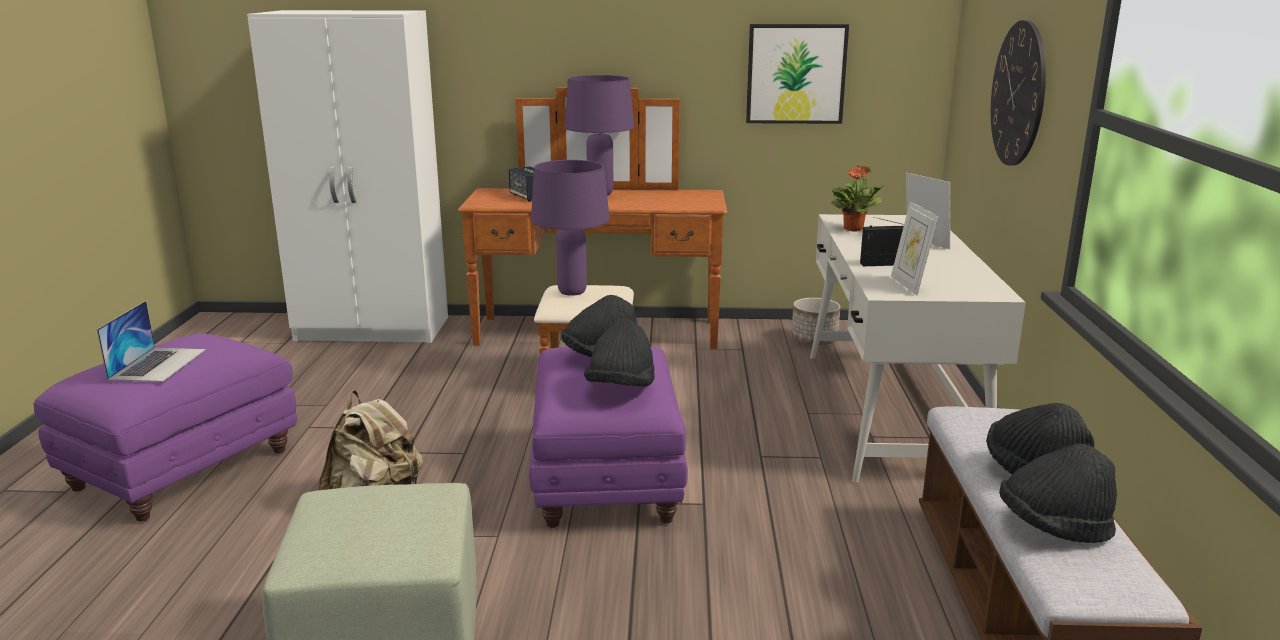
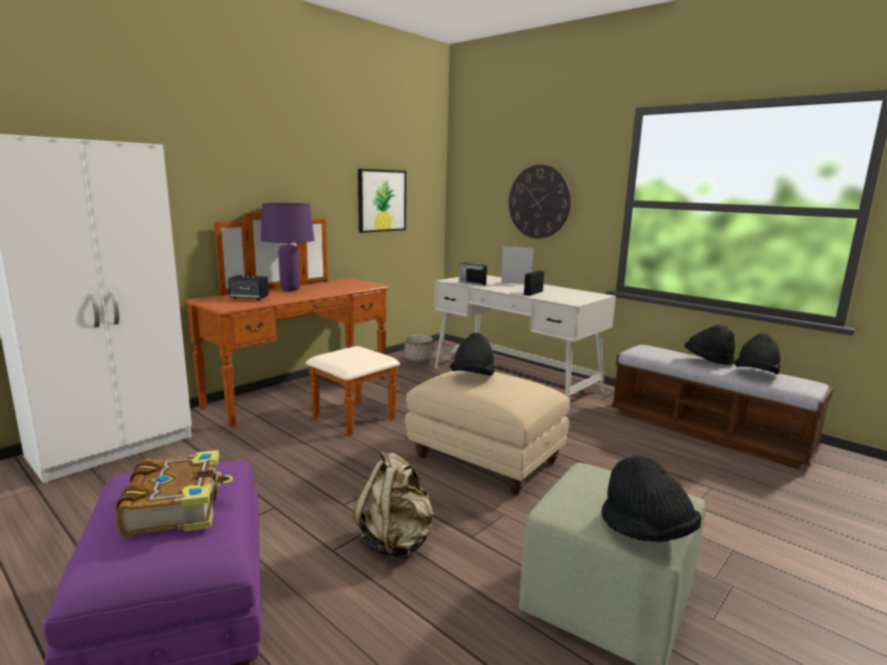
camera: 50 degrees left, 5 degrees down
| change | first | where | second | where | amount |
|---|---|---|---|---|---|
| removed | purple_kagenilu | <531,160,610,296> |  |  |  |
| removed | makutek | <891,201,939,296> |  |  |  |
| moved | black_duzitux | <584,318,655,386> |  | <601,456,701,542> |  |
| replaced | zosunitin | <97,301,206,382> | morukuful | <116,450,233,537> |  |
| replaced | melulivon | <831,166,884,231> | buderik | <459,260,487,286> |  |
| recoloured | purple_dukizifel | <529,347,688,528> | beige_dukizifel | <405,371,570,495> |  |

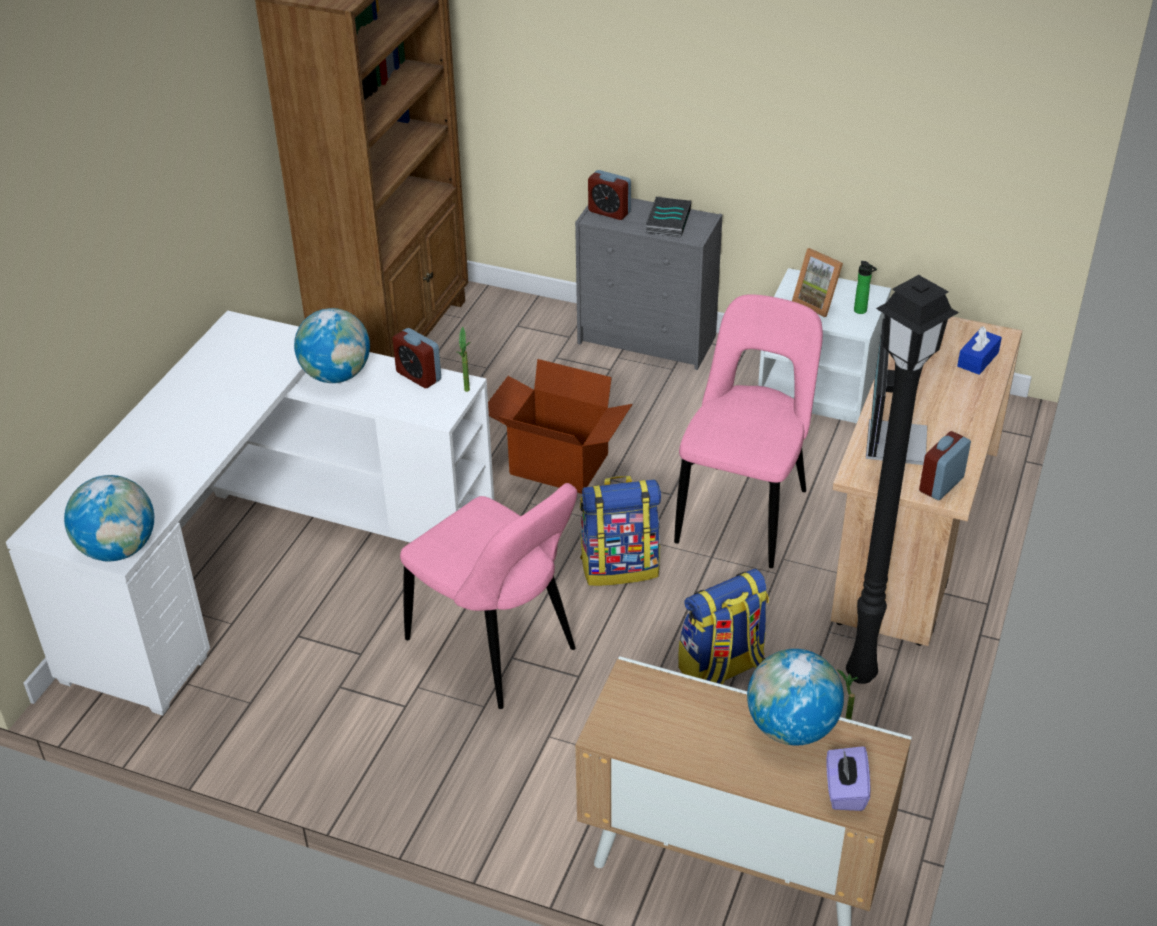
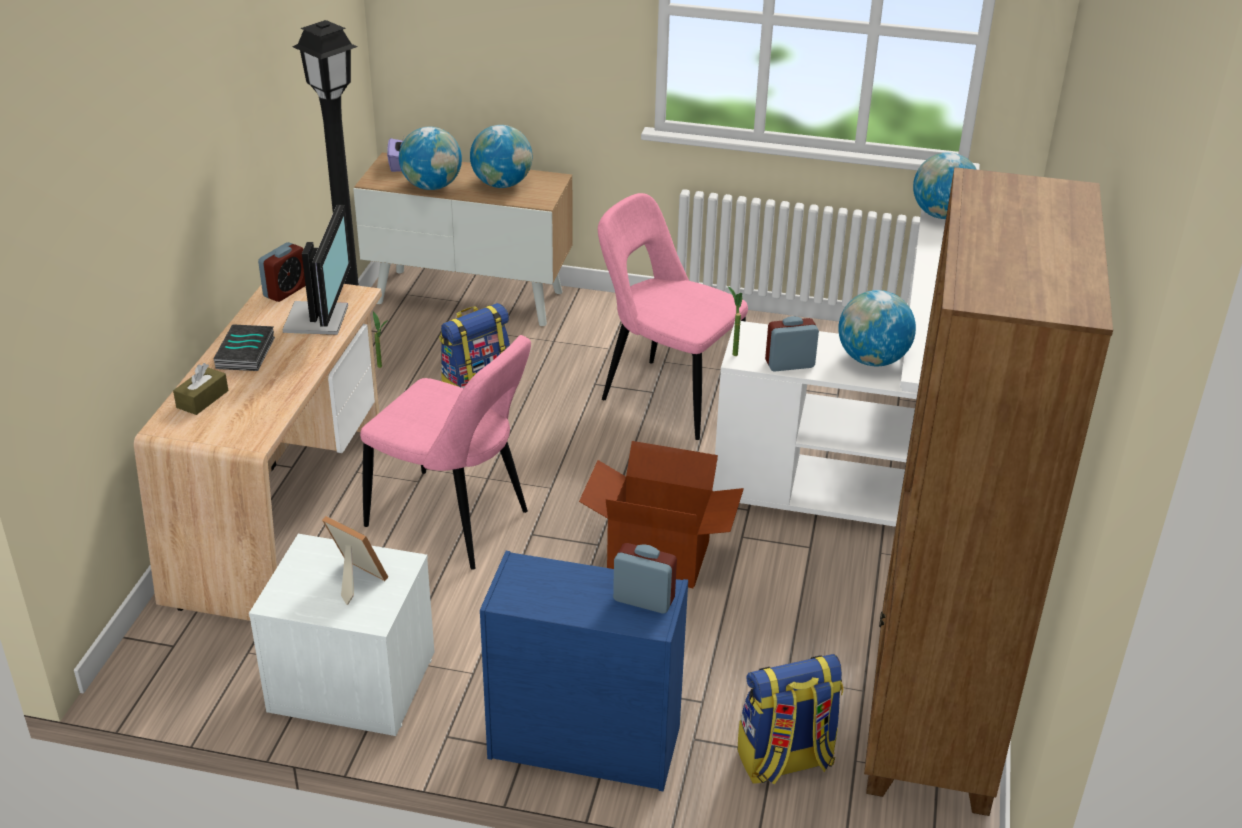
camera: 170 degrees right, 5 degrees down
| change | first | where | second | where | amount |
|---|---|---|---|---|---|
| removed | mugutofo | <854,261,877,314> |  |  |  |
| added |  |  | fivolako | <470,125,532,188> |  |
| moved | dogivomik | <580,476,661,586> |  | <737,654,843,784> |  |
| moved | morukuful | <646,197,691,238> |  | <213,324,275,371> |  |
| recoloured | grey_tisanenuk | <575,198,723,370> | blue_tisanenuk | <480,551,688,791> |  |
| recoloured | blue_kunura | <957,326,1002,375> | brown_kunura | <173,363,229,415> |  |
| turned | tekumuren | <392,328,441,388> |  | <765,316,819,372> | 45 degrees counterclockwise |
| turned | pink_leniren | <674,294,823,568> |  | <360,335,531,570> | 75 degrees counterclockwise |

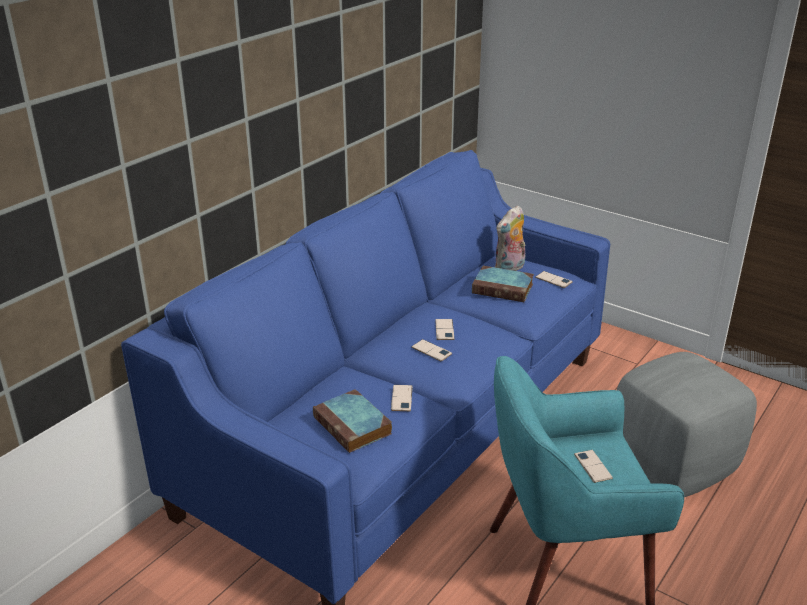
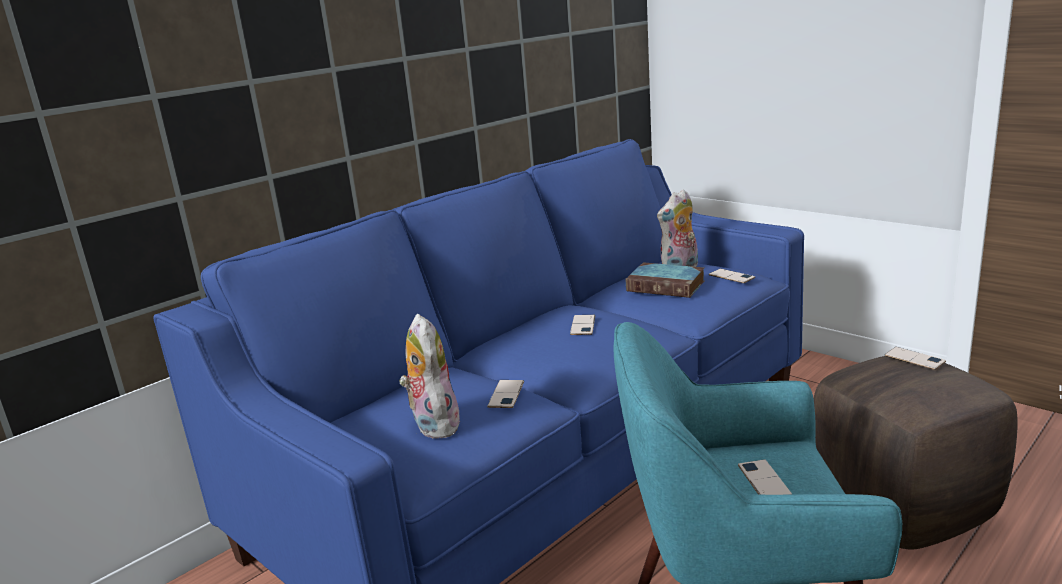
camera: 10 degrees right, 10 degrees down
| change | first | where | second | where | amount |
|---|---|---|---|---|---|
| moved | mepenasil | <411,339,452,361> |  | <885,347,946,370> |  |
| replaced | morukuful | <313,389,392,453> | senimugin | <399,314,460,439> |  |
| recoloured | grey_dukizifel | <617,352,757,497> | brown_dukizifel | <814,356,1018,550> |  |

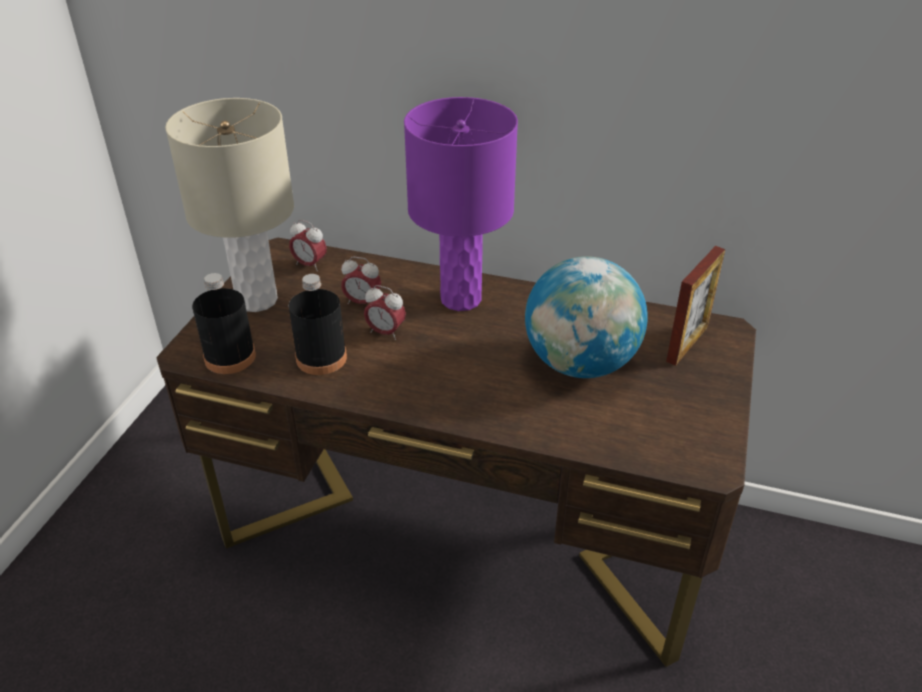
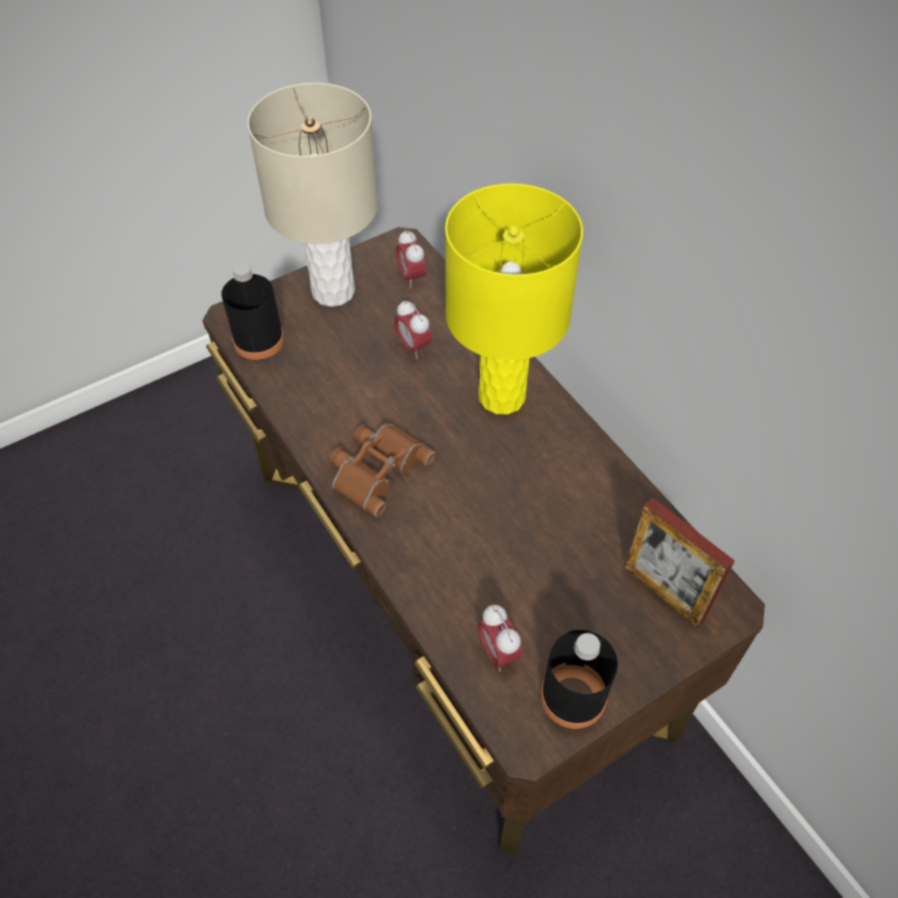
camera: 40 degrees right, 15 degrees up
| change | first | where | second | where | amount |
|---|---|---|---|---|---|
| removed | fivolako | <525,256,648,378> |  |  |  |
| added |  |  | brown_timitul | <329,424,436,517> |  |
| moved | black_mugutofo | <289,274,347,375> |  | <540,630,618,729> |  |
| moved | tekumuren | <364,285,406,340> |  | <478,605,522,672> |  |
| recoloured | purple_kagenilu | <404,97,518,311> | yellow_kagenilu | <445,183,583,415> |  |
| turned | makutek | <666,246,725,366> |  | <625,497,735,628> | 60 degrees clockwise |

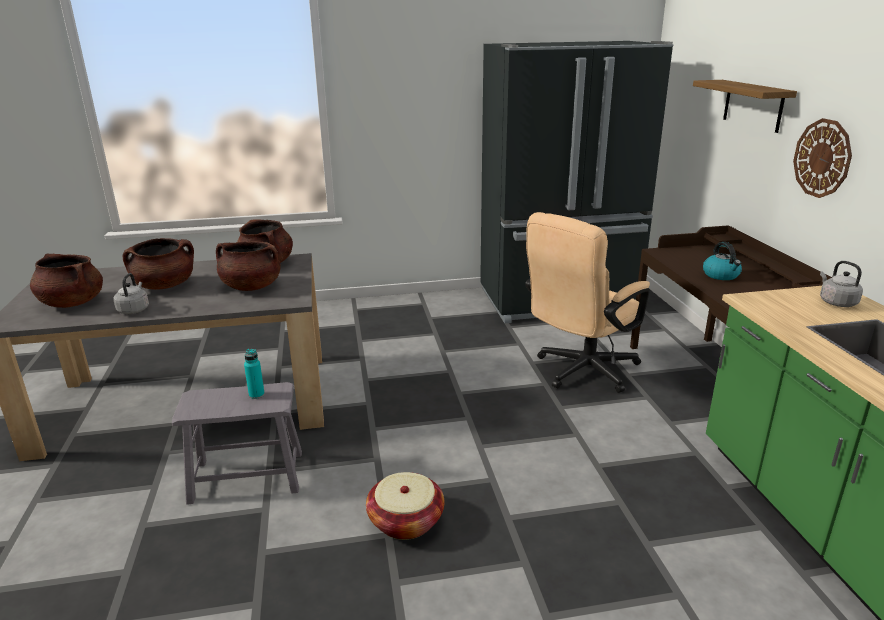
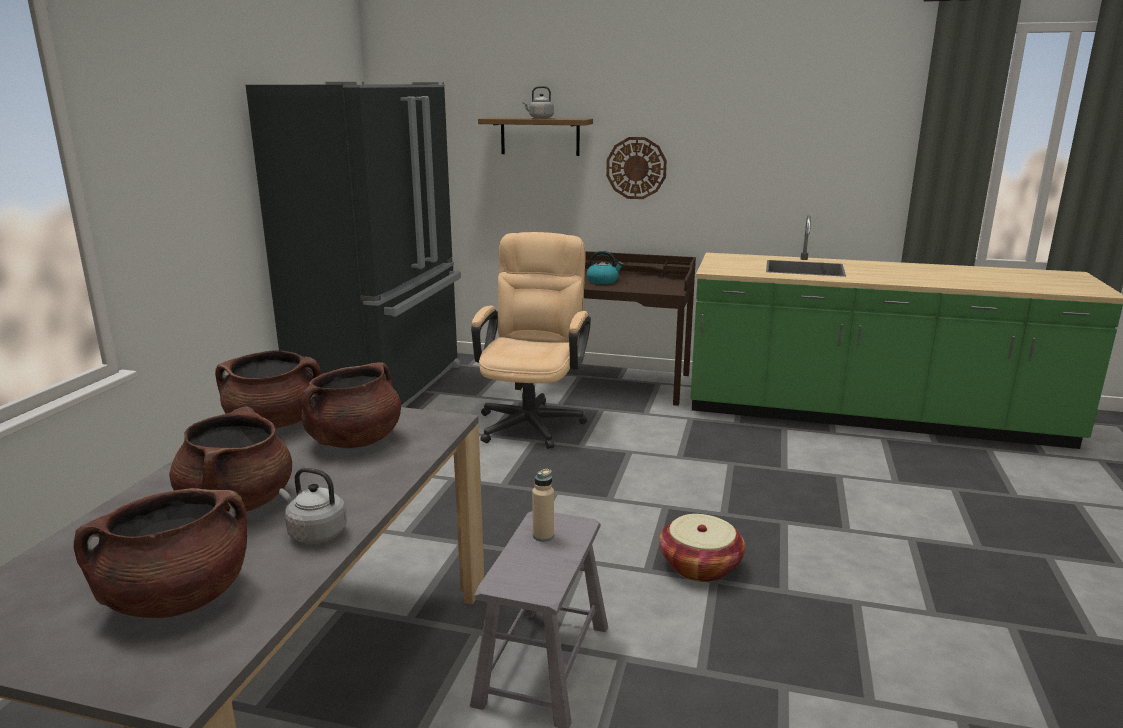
camera: 65 degrees left, 5 degrees down
| change | first | where | second | where | amount |
|---|---|---|---|---|---|
| moved | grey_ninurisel | <820,261,863,307> |  | <522,86,554,119> |  |
| recoloured | turquoise_mugutofo | <244,349,265,399> | beige_mugutofo | <532,469,554,542> |  |
| turned | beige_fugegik | <525,212,650,393> |  | <471,232,591,449> | 150 degrees counterclockwise |

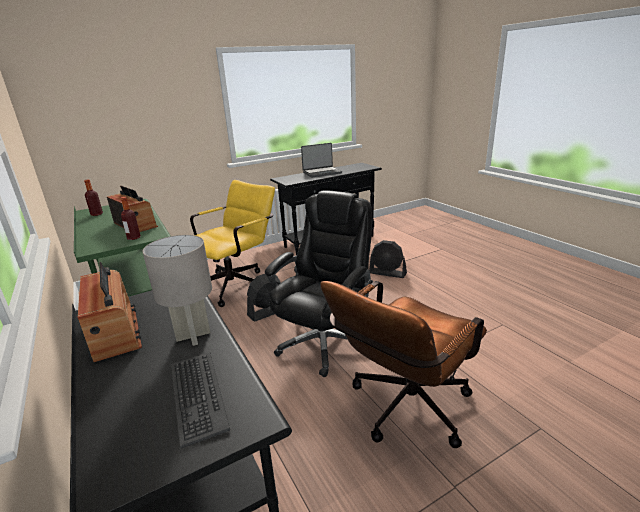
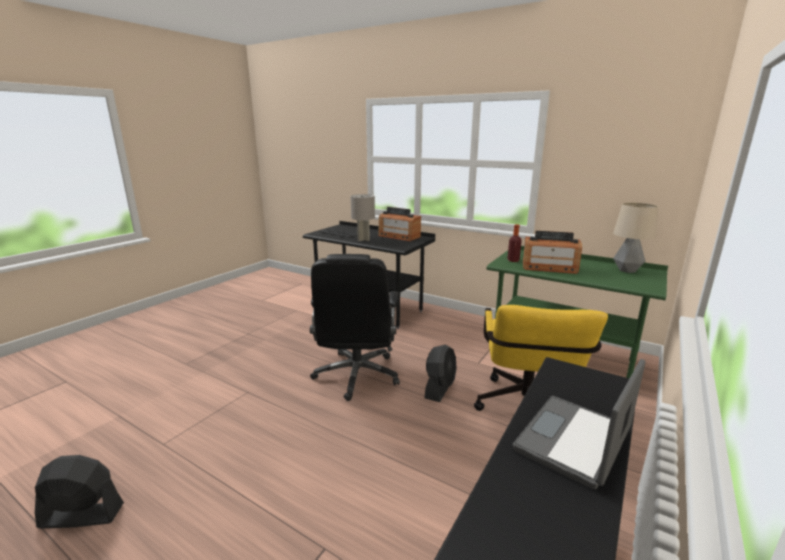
camera: 150 degrees right, 5 degrees down
| change | first | where | second | where | amount |
|---|---|---|---|---|---|
| removed | brown_fugegik | <320,281,487,448> |  |  |  |
| moved | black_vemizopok | <369,240,407,278> |  | <35,455,124,529> |  |
| replaced | mugutofo | <84,179,103,216> | kagenilu | <613,203,658,273> |  |

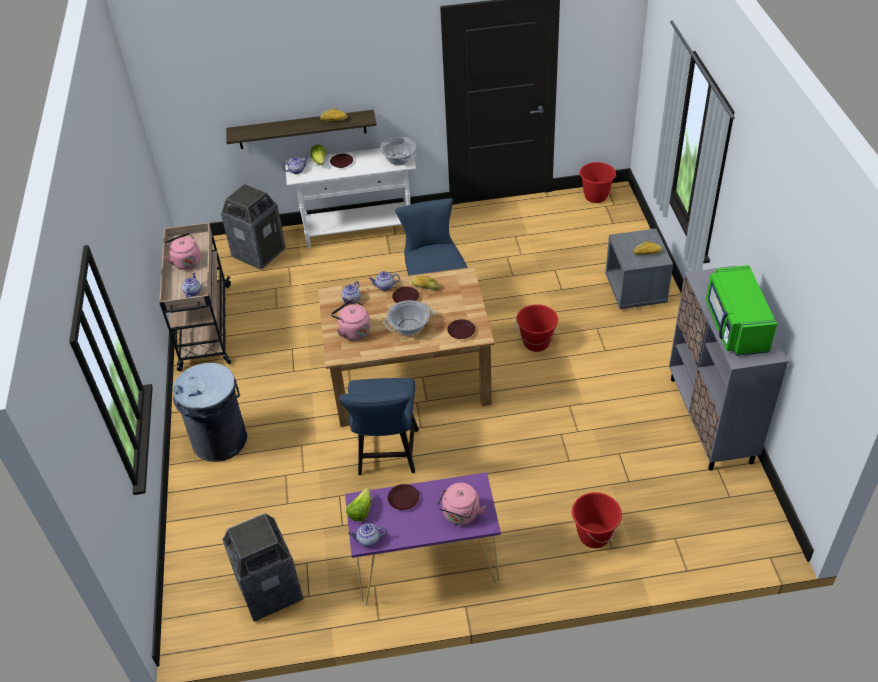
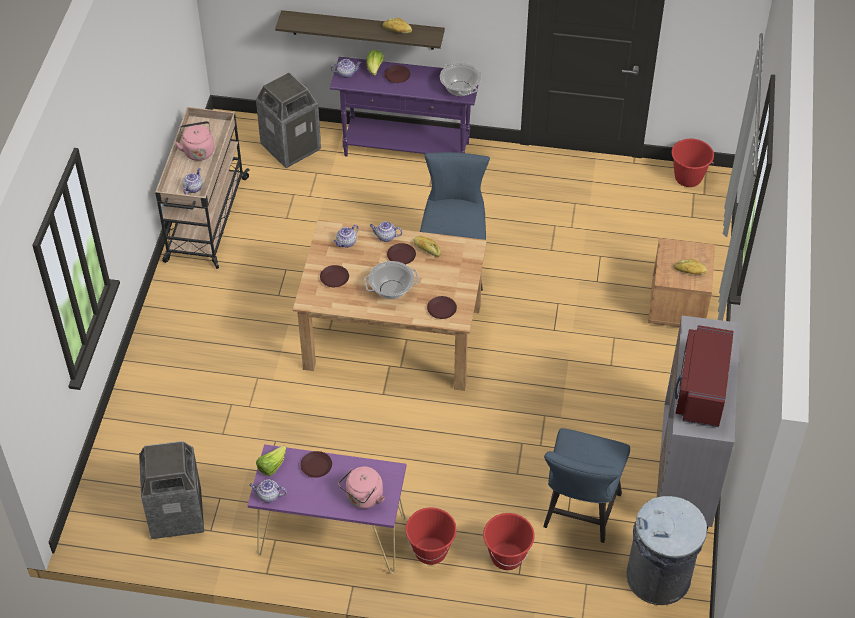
camera: 15 degrees right, 5 degrees up
| change | first | where | second | where | amount |
|---|---|---|---|---|---|
| moved | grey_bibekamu | <173,363,247,462> |  | <626,496,707,605> |  |
| moved | blue_leniren | <339,378,419,475> |  | <543,428,630,543> |  |
| moved | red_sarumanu | <516,304,558,352> |  | <405,507,457,565> |  |
| replaced | pink_ninurisel | <331,299,371,341> | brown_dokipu | <320,265,349,287> |  |
| recoloured | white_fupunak | <285,148,416,248> | purple_fupunak | <330,57,481,157> |  |
| recoloured | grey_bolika | <605,229,673,309> | brown_bolika | <648,238,715,327> |  |
| recoloured | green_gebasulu | <706,265,777,356> | red_gebasulu | <675,325,734,427> |  |

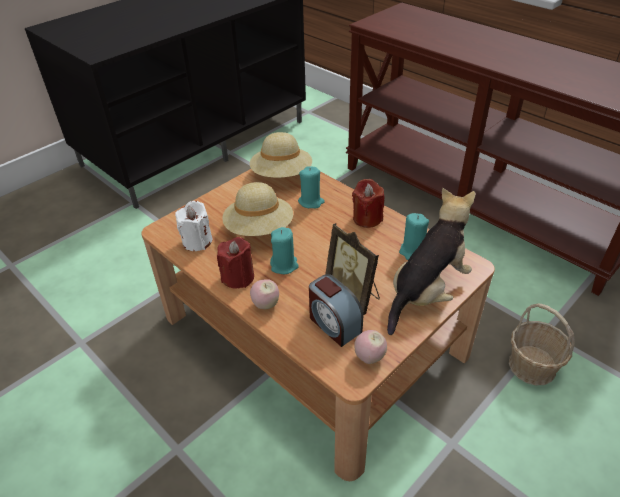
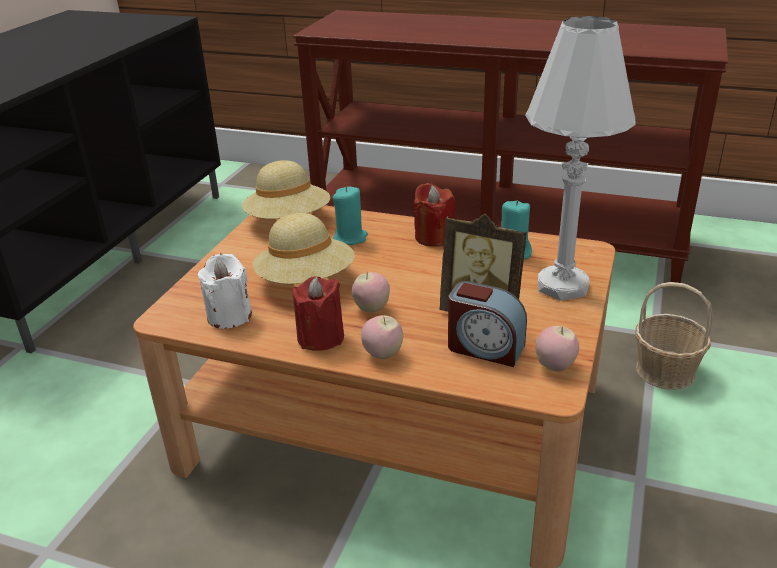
camera: 25 degrees left, 10 degrees down
| change | first | where | second | where | amount |
|---|---|---|---|---|---|
| replaced | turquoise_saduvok | <270,227,299,274> | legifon | <352,271,390,313> |  |
| replaced | senimugin | <387,188,475,335> | white_kagenilu | <525,16,636,301> |  |

